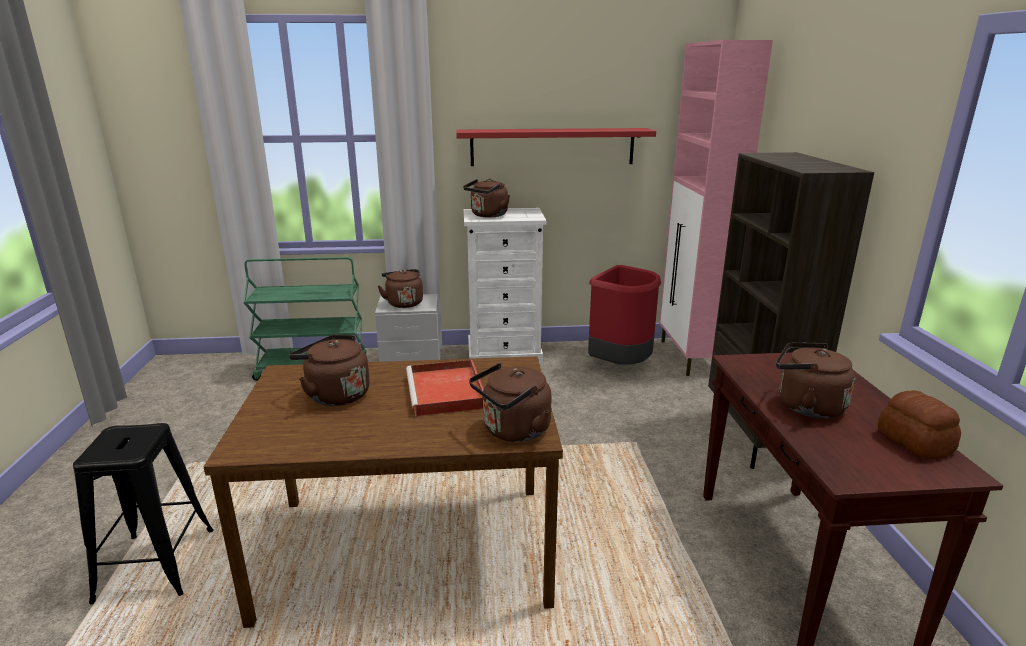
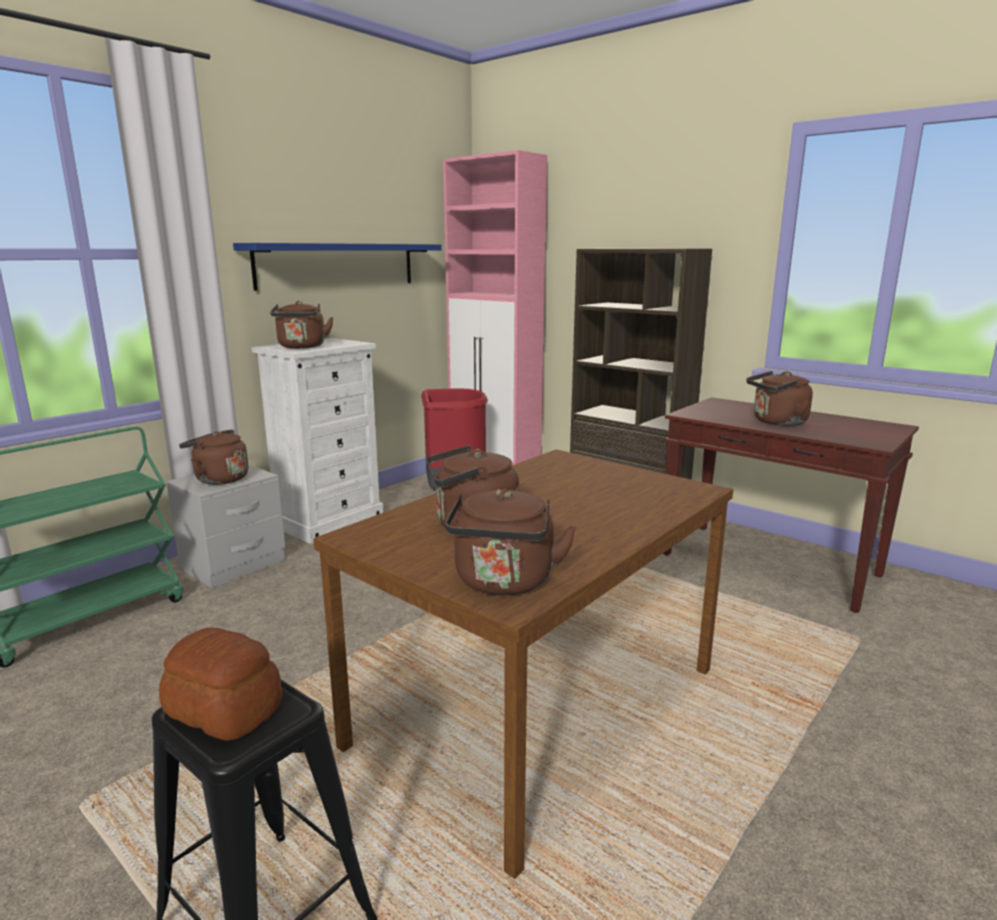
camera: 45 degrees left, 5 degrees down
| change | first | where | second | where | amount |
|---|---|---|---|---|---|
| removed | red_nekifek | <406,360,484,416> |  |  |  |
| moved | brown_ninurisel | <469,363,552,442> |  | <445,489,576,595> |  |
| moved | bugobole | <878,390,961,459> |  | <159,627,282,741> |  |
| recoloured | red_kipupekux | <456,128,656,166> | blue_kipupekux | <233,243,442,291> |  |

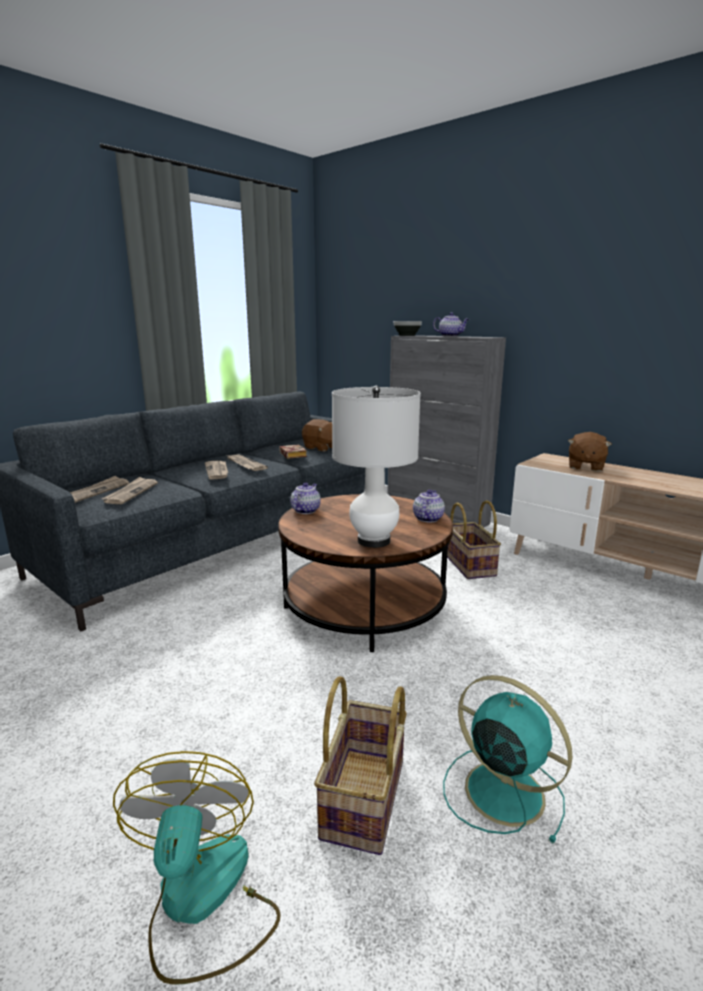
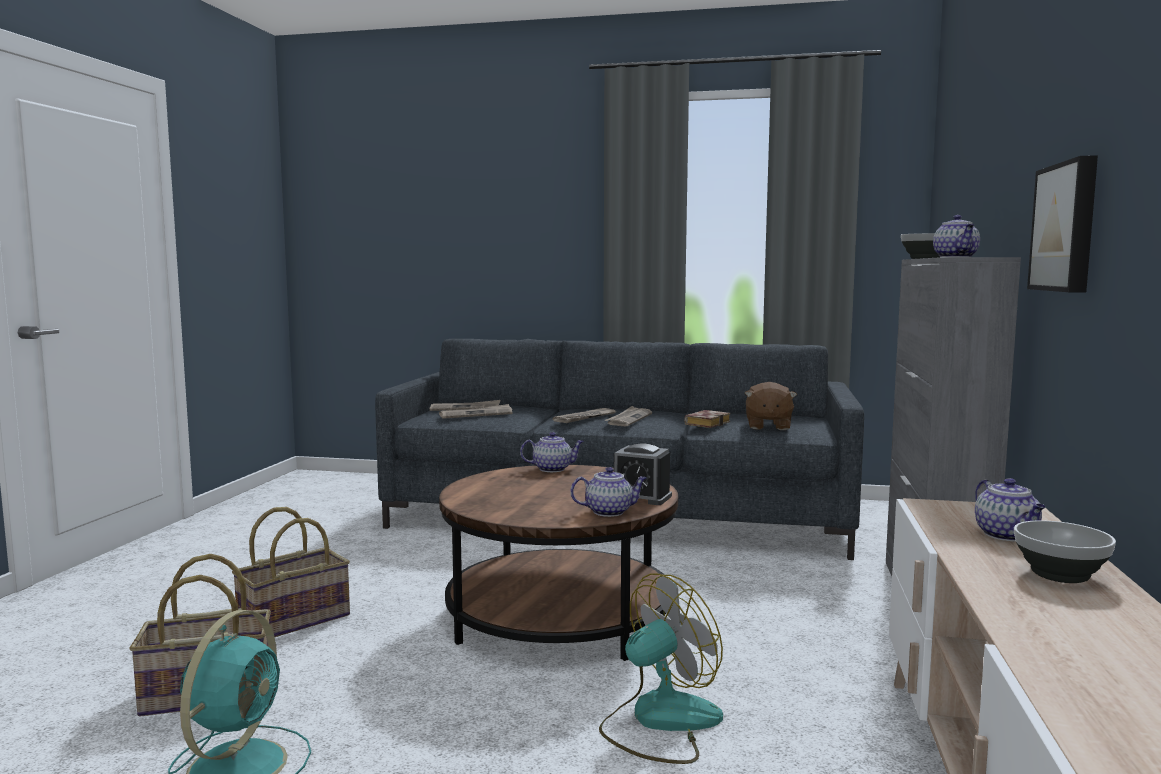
camera: 60 degrees right, 10 degrees down
| change | first | where | second | where | amount |
|---|---|---|---|---|---|
| removed | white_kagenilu | <332,386,421,548> |  |  |  |
| added |  |  | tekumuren | <614,444,672,505> |  |
| added |  |  | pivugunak | <1014,520,1116,583> |  |
| added |  |  | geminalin | <1027,155,1098,293> |  |
| moved | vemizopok | <113,751,281,985> |  | <599,573,723,764> |  |
| moved | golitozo | <447,500,501,579> |  | <232,507,350,637> |  |
| replaced | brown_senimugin | <568,432,612,472> | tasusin | <975,478,1046,541> |  |

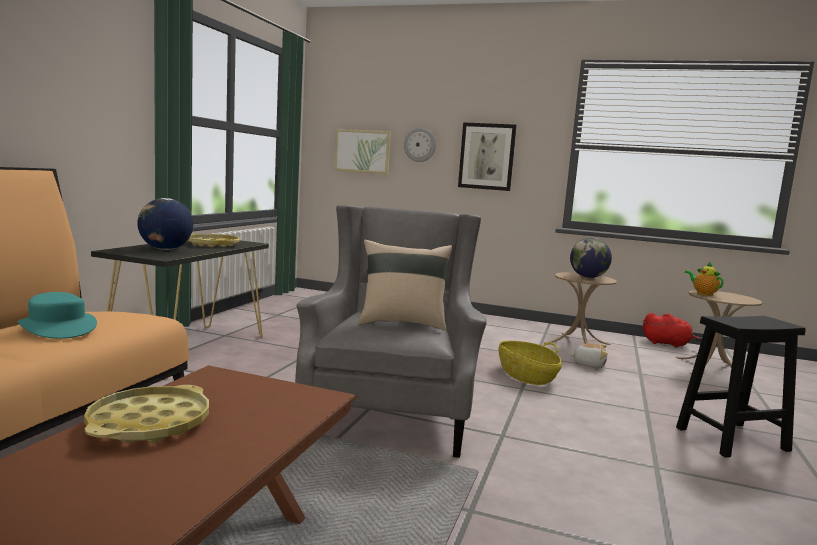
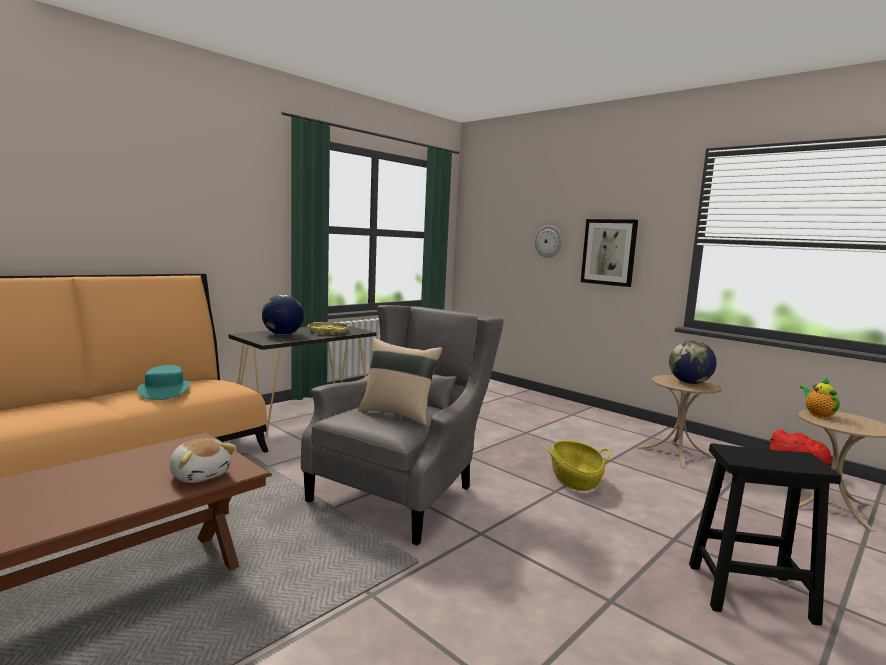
camera: 25 degrees right, 0 degrees up
| change | first | where | second | where | amount |
|---|---|---|---|---|---|
| removed | yellow_nekifek | <84,385,209,443> |  |  |  |
| removed | geminalin | <334,129,391,174> |  |  |  |
| moved | senimugin | <570,343,608,368> |  | <169,438,236,483> |  |

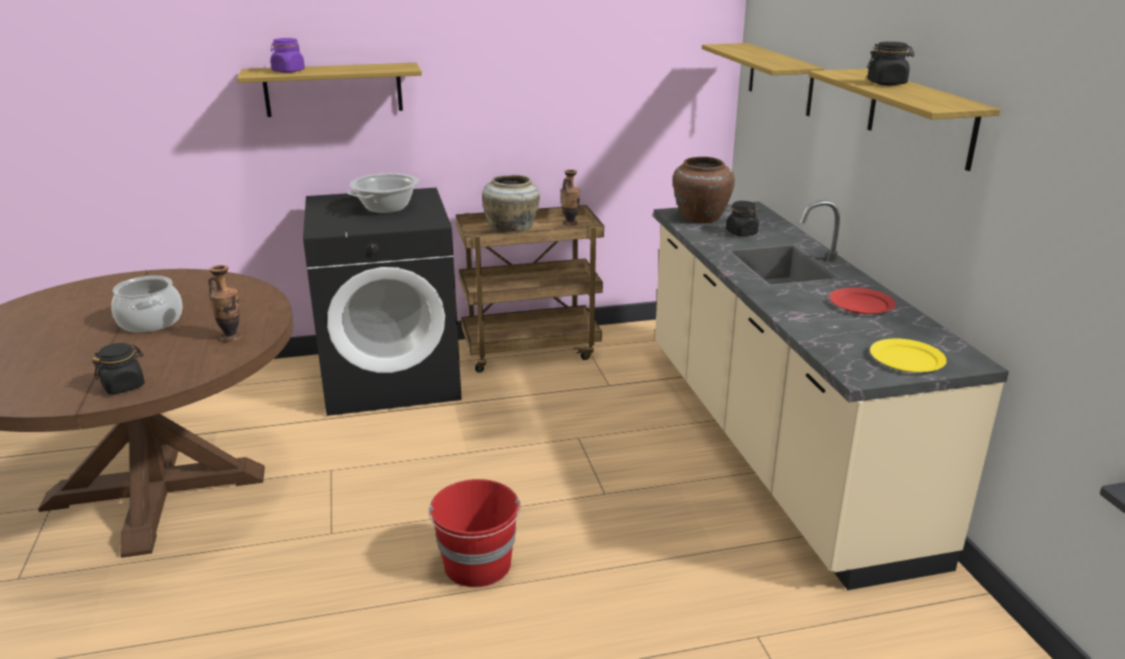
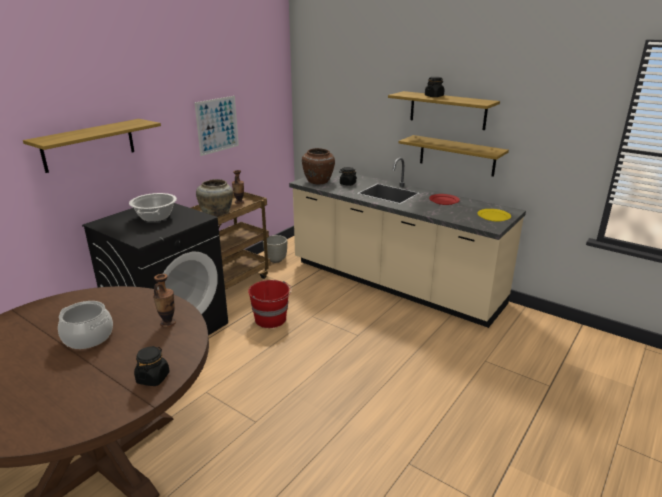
camera: 40 degrees left, 0 degrees up
| change | first | where | second | where | amount |
|---|---|---|---|---|---|
| removed | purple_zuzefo | <270,38,305,73> |  |  |  |
| added |  |  | geminalin | <195,96,239,156> |  |
| added |  |  | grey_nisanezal | <263,235,287,263> |  |
| moved | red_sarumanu | <428,479,521,587> |  | <248,280,291,328> |  |
| moved | kipupekux | <702,43,825,116> |  | <399,135,509,177> |  |

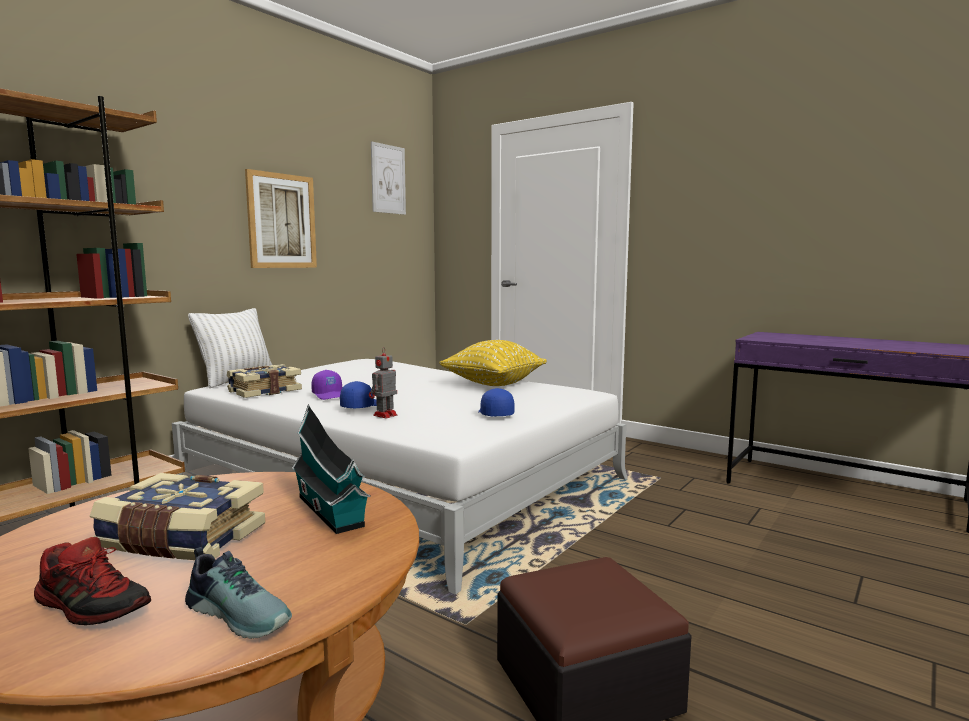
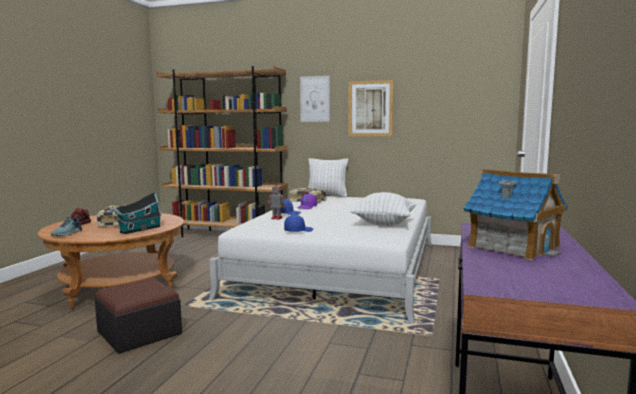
camera: 70 degrees right, 0 degrees up
| change | first | where | second | where | amount |
|---|---|---|---|---|---|
| added |  |  | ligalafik | <464,169,568,260> |  |
| moved | geminalin | <371,141,406,215> |  | <300,76,330,122> |  |
| recoloured | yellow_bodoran | <439,340,547,386> | white_bodoran | <351,192,416,226> |  |

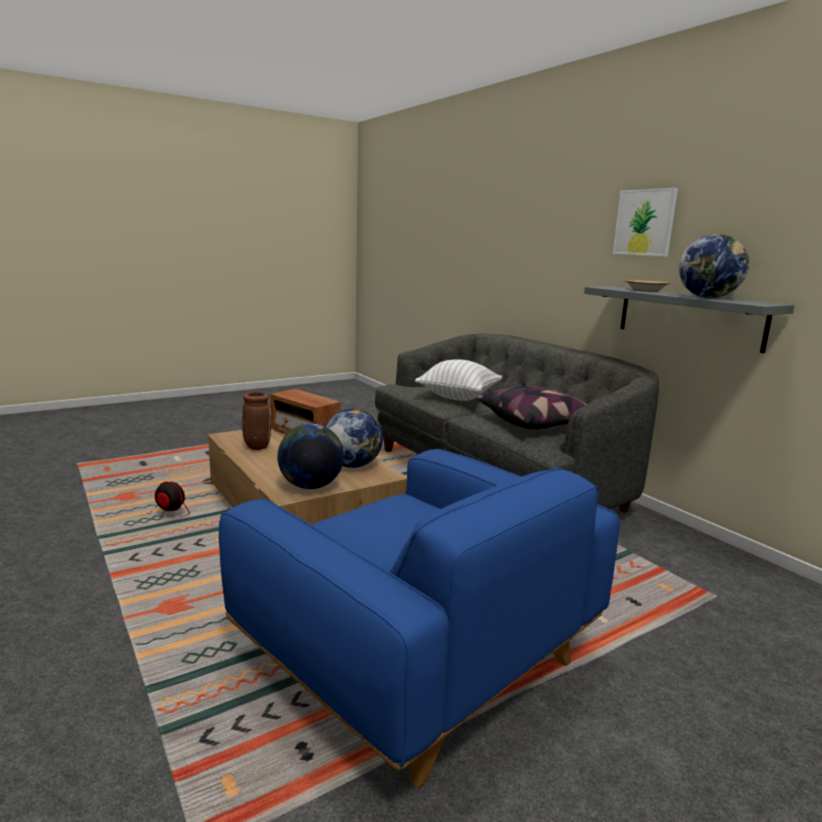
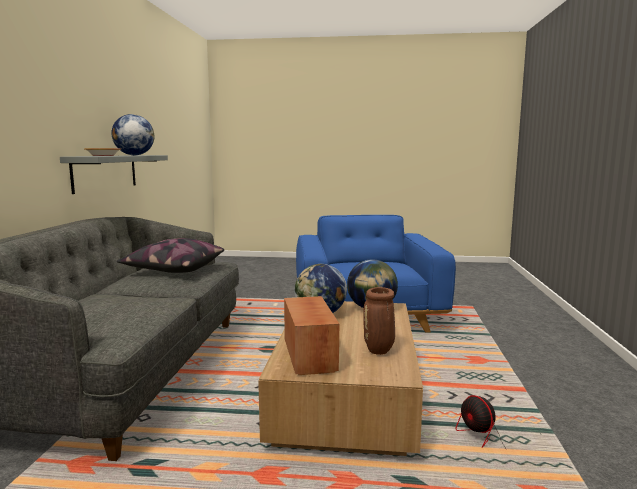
camera: 140 degrees left, 5 degrees down
| change | first | where | second | where | amount |
|---|---|---|---|---|---|
| removed | white_bodoran | <415,359,502,401> |  |  |  |
| removed | geminalin | <613,188,678,257> |  |  |  |

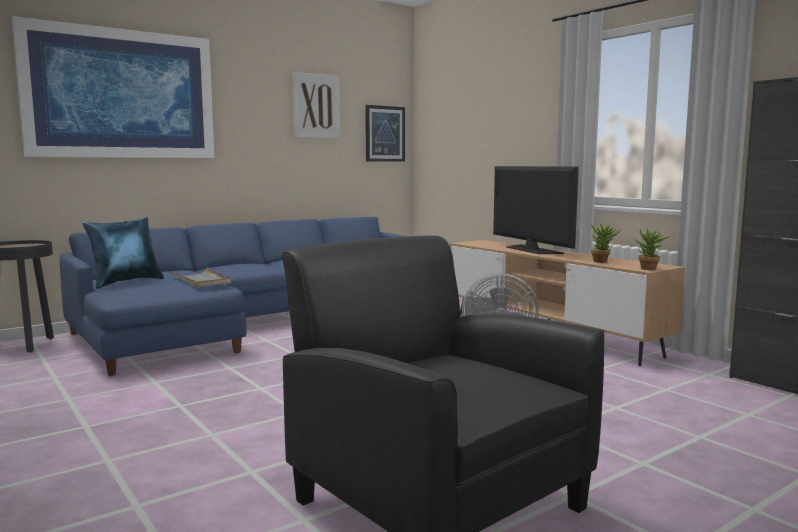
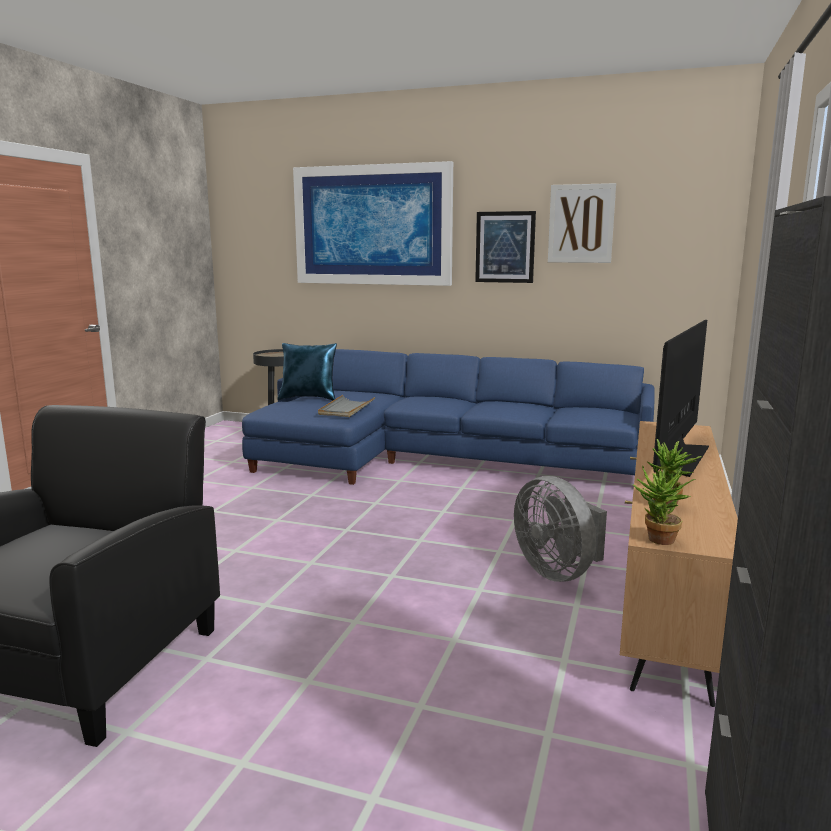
camera: 55 degrees right, 5 degrees up
| change | first | where | second | where | amount |
|---|---|---|---|---|---|
| moved | geminalin | <365,105,405,162> |  | <475,211,536,283> |  |

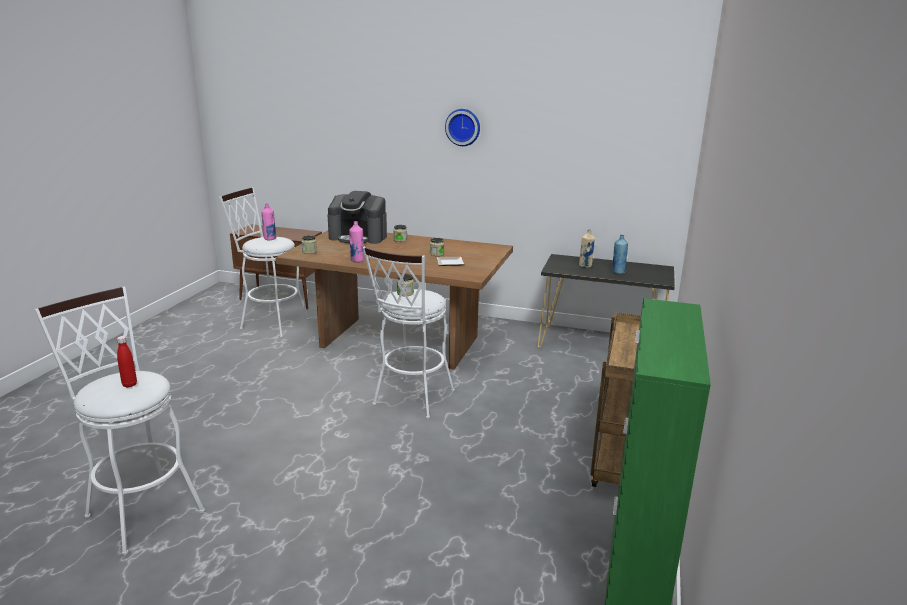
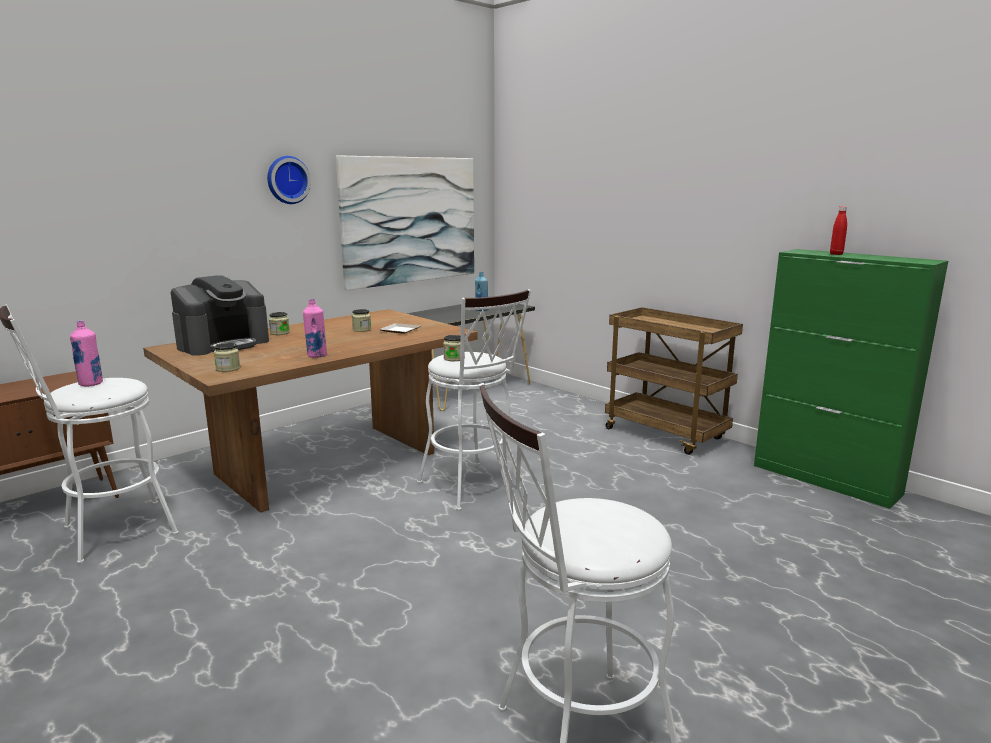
camera: 60 degrees left, 5 degrees down
| change | first | where | second | where | amount |
|---|---|---|---|---|---|
| removed | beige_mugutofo | <579,229,595,268> |  |  |  |
| added |  |  | geminalin | <336,155,474,290> |  |
| moved | red_mugutofo | <117,336,137,388> |  | <830,206,847,255> |  |

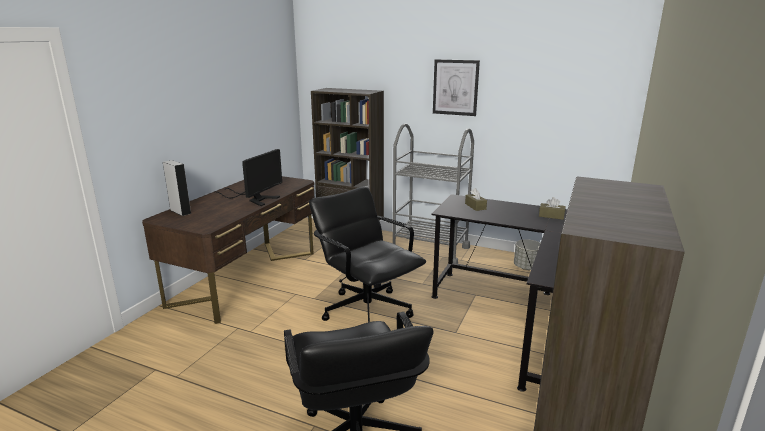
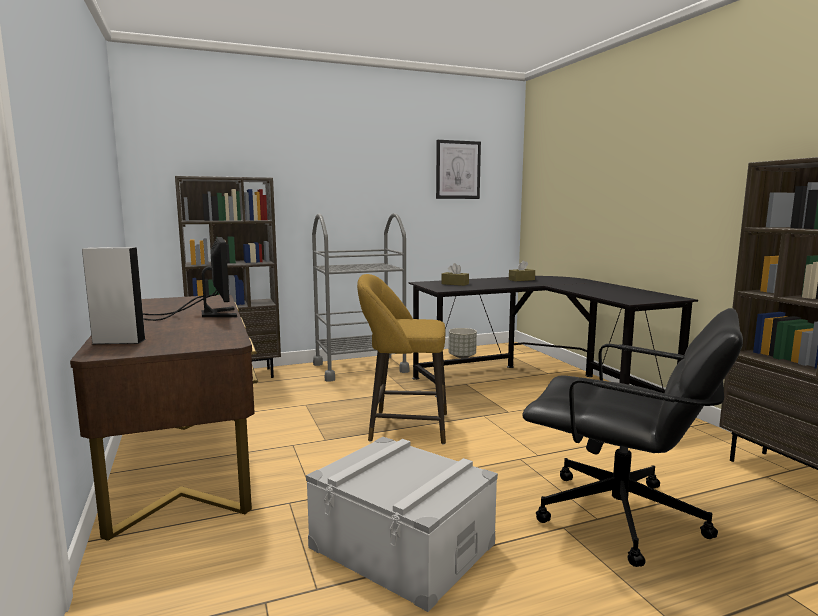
camera: 45 degrees left, 10 degrees down
| change | first | where | second | where | amount |
|---|---|---|---|---|---|
| added |  |  | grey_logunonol | <306,437,498,612> |  |
| moved | geminalin | <433,59,480,116> |  | <436,140,481,199> |  |
| replaced | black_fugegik | <309,186,426,322> | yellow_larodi | <357,274,447,445> |  |

